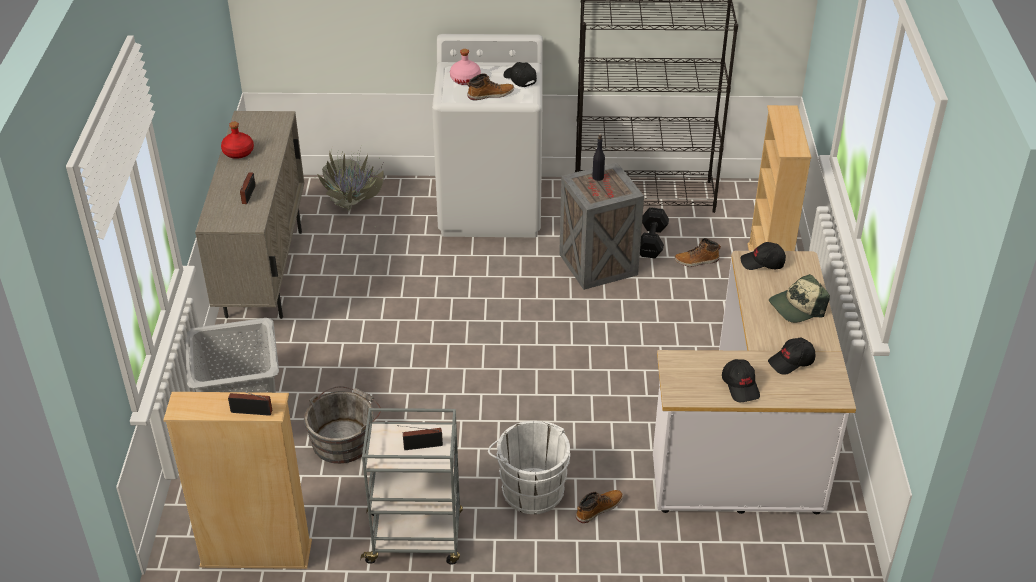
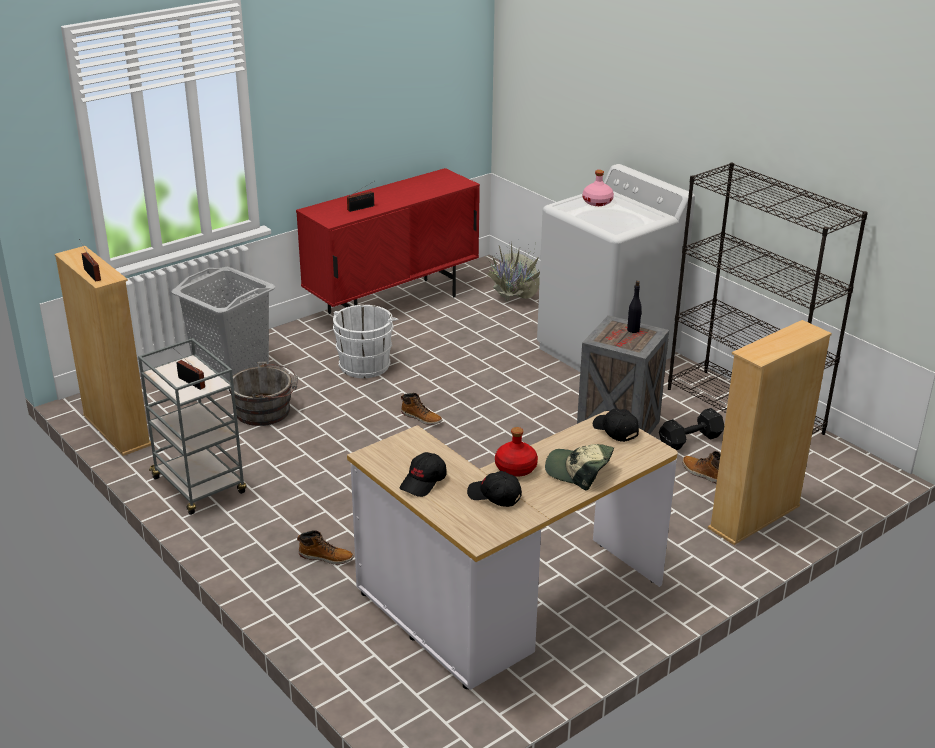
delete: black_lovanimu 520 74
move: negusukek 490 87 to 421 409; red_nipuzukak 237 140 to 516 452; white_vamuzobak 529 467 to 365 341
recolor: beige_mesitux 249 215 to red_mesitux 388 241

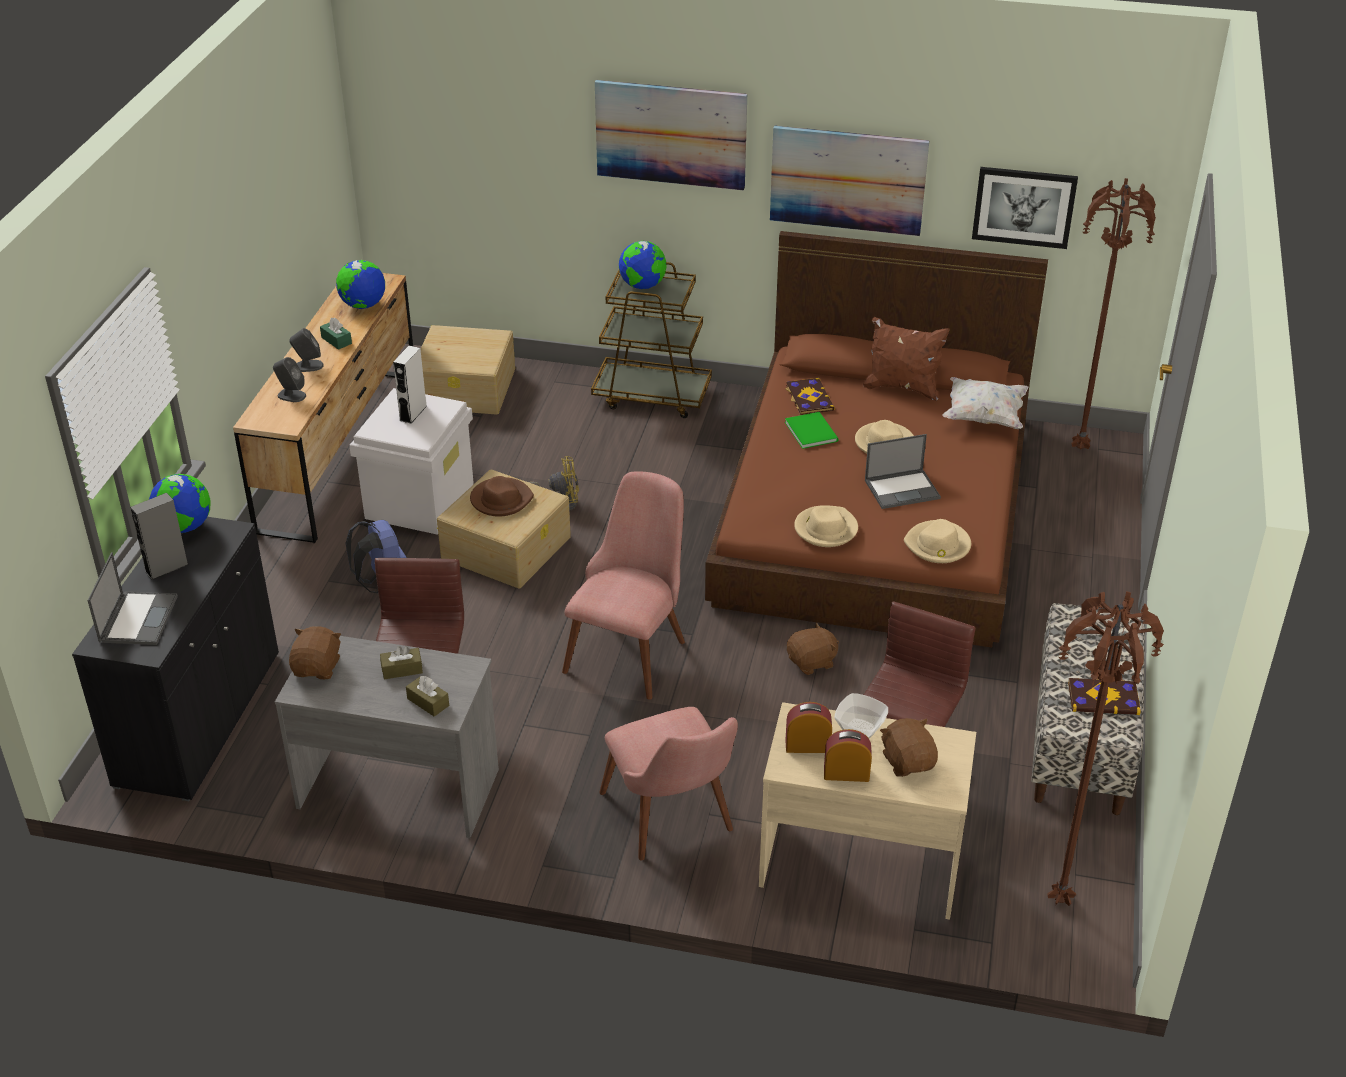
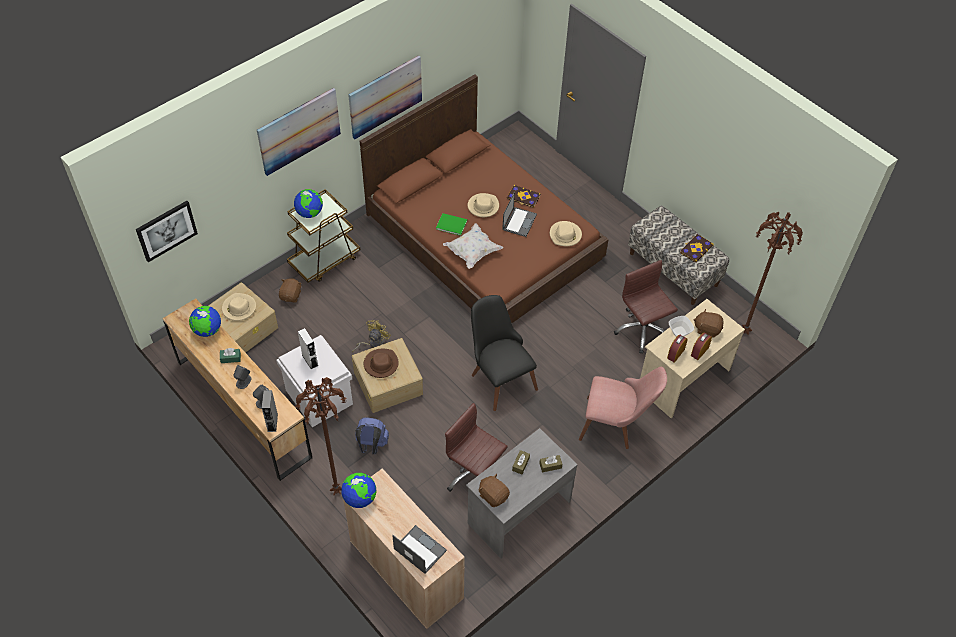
delete: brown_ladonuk 906 359
move: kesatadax 1025 208 to 167 231; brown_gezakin 1113 314 to 320 436; white_ladonuk 985 403 to 473 246; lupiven 810 396 to 524 196; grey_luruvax 159 536 to 270 411; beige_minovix 826 526 to 239 307; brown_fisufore 813 649 to 290 290
recolor: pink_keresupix 623 586 to black_keresupix 504 353; black_mesitux 175 659 to beige_mesitux 404 548

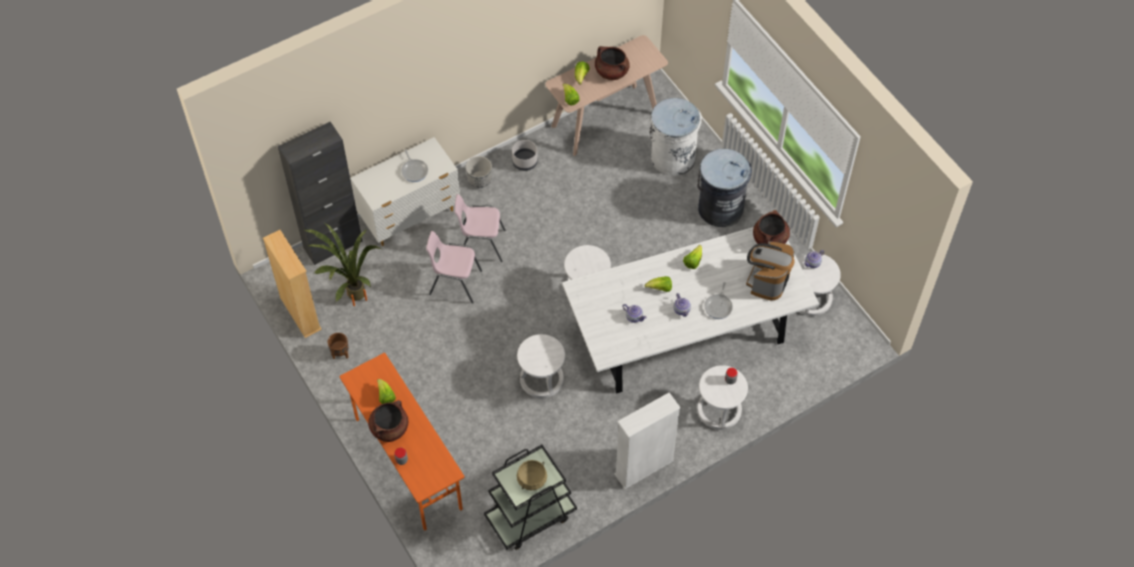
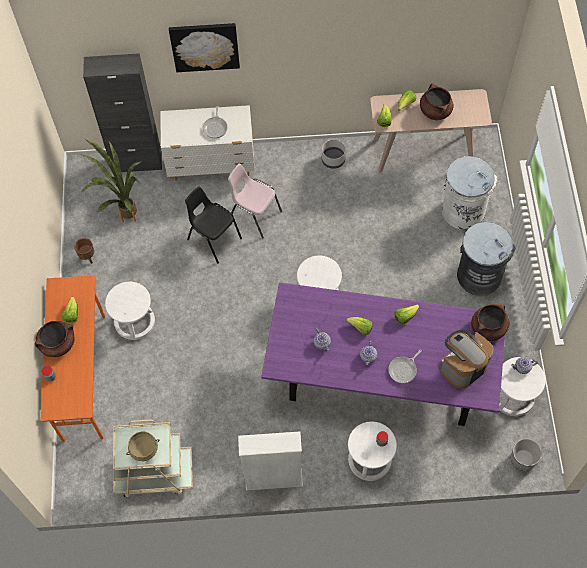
delete: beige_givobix 292 284
insert: kesatadax 204 47
move: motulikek 478 172 to 526 454; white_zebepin 541 366 to 130 311
recolor: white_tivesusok 690 310 to purple_tivesusok 384 354; pink_keresupix 454 267 to black_keresupix 213 225; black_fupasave 530 497 to beige_fupasave 153 459

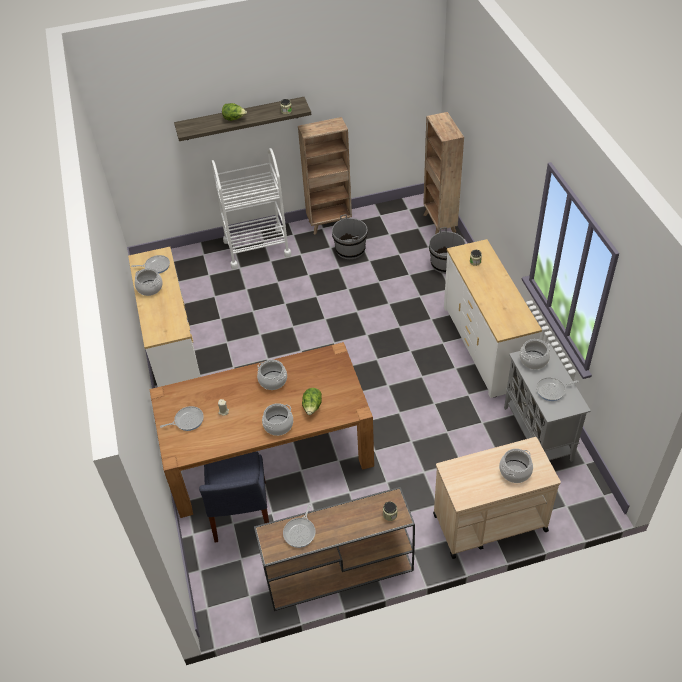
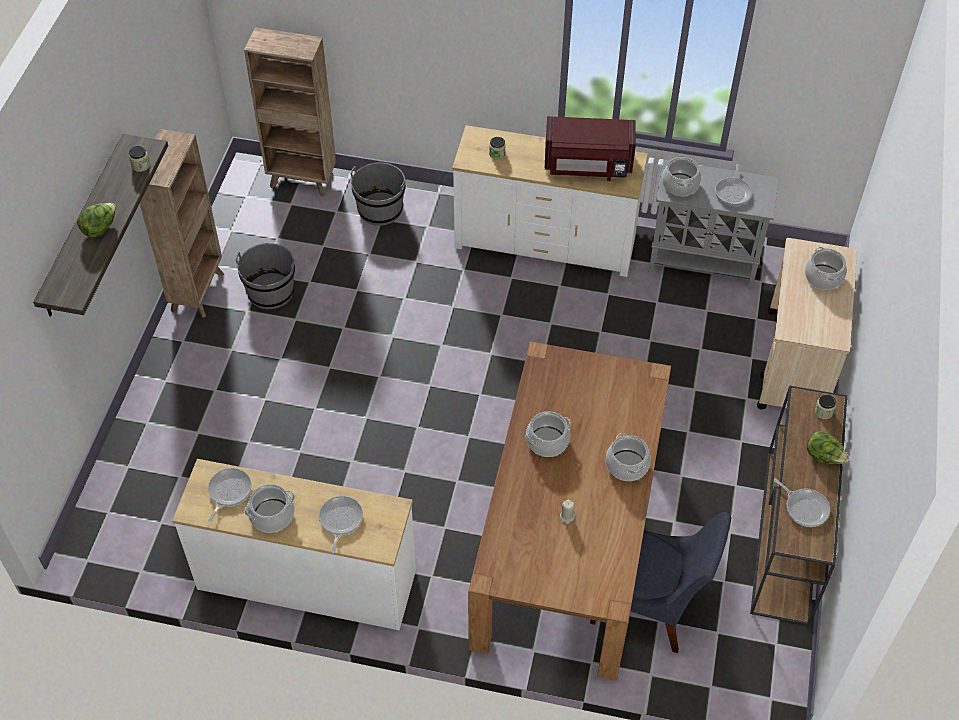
delete: white_fupasave 251 208
insert: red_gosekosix 590 148
move: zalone 312 401 to 828 447; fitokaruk 182 418 to 341 524

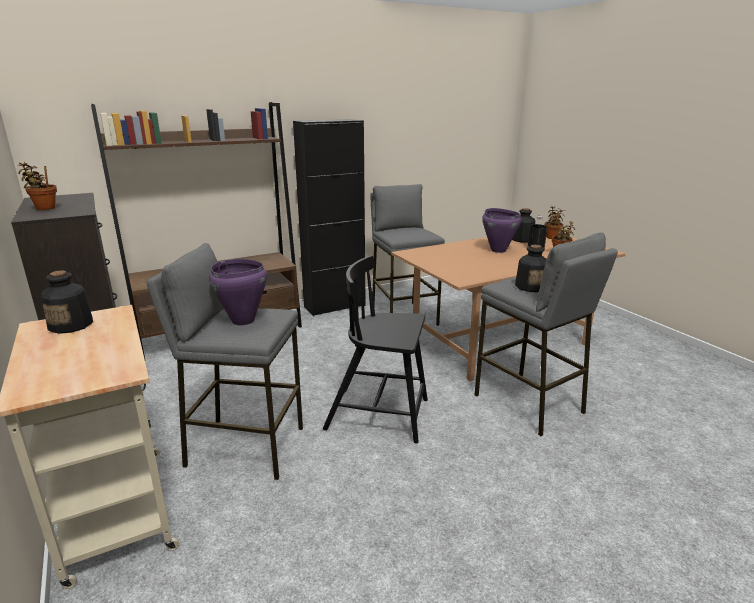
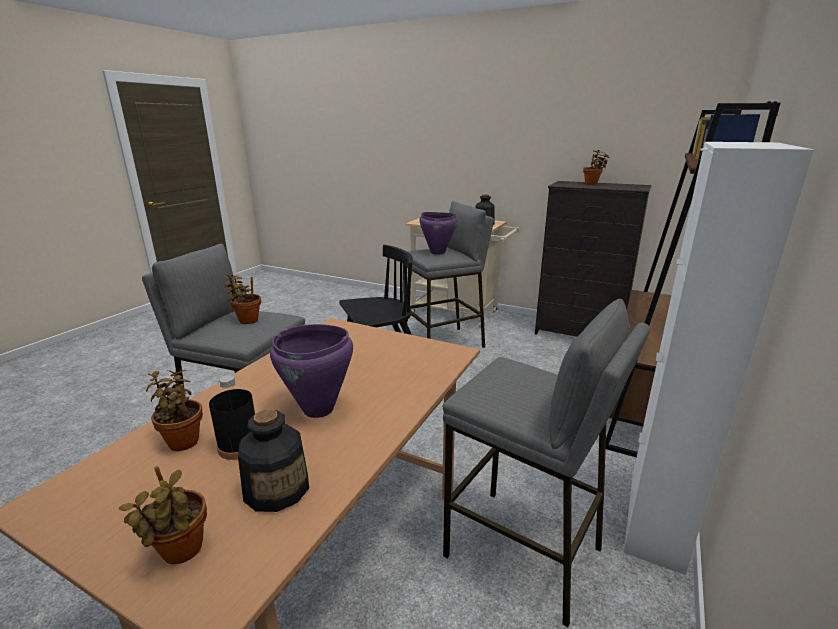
replace: nipuzukak 531 268 to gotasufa 242 298
recolor: black_mesitux 329 217 to white_mesitux 719 358

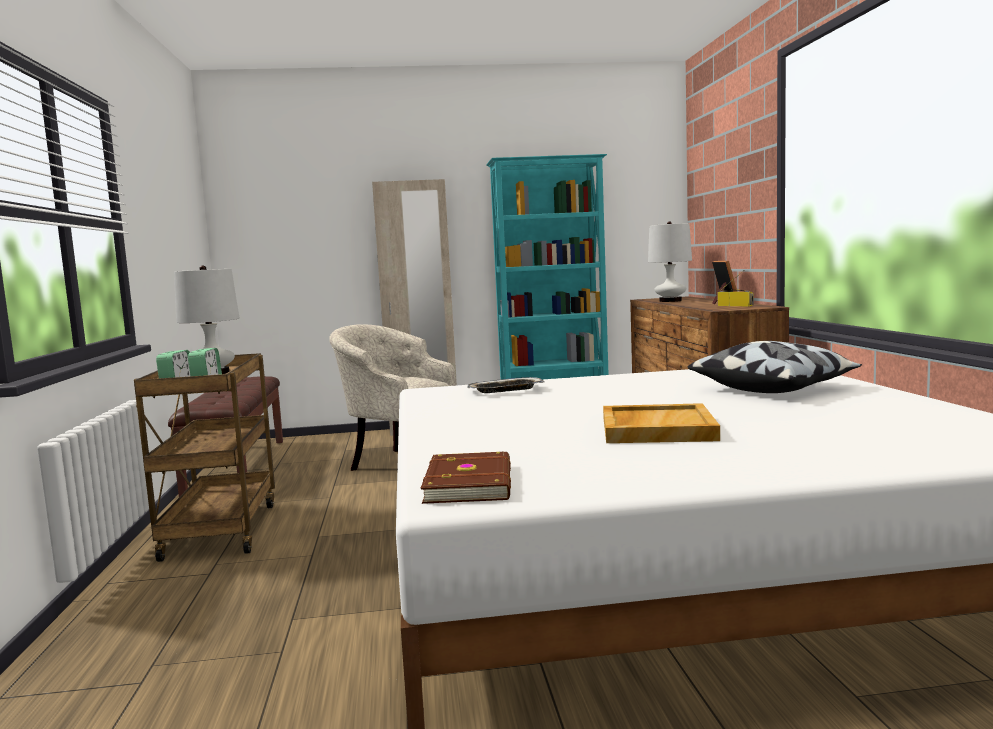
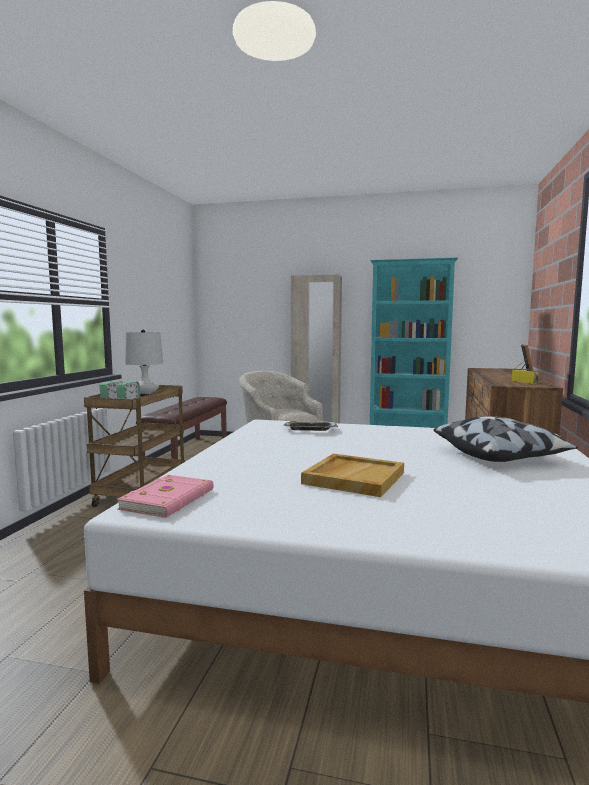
delete: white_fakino 670 261
recolor: brown_lupiven 466 478 to pink_lupiven 165 496

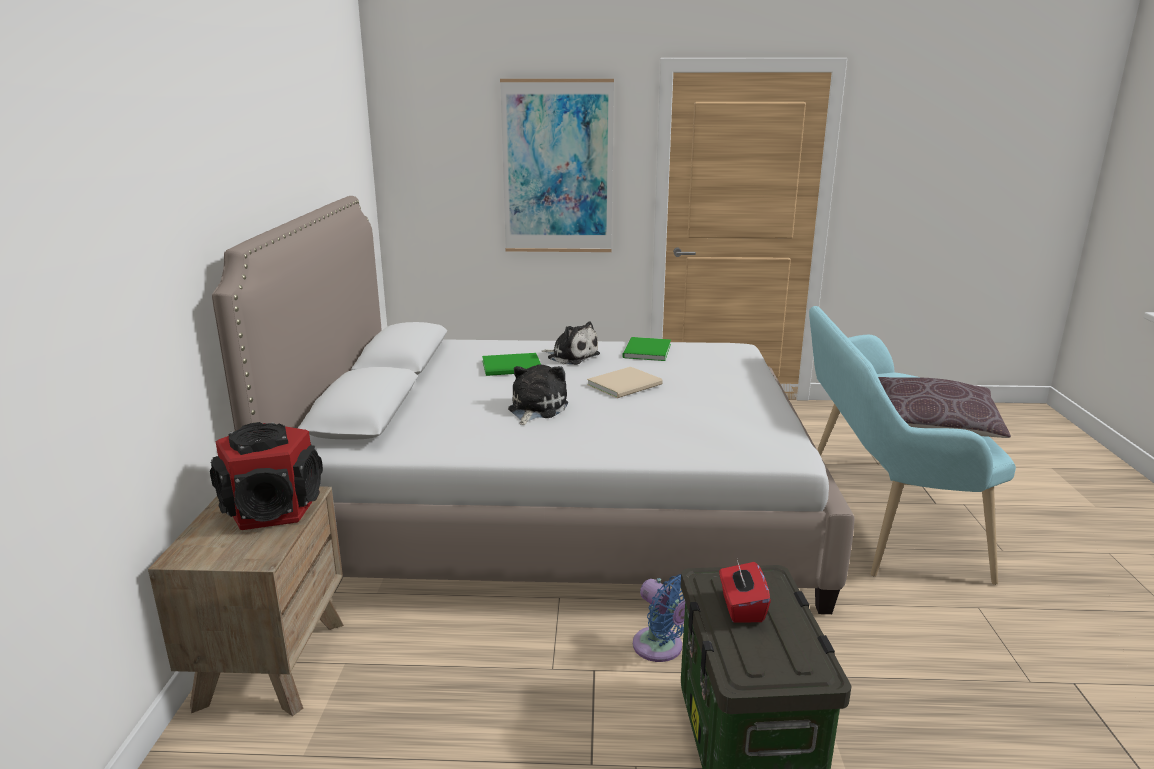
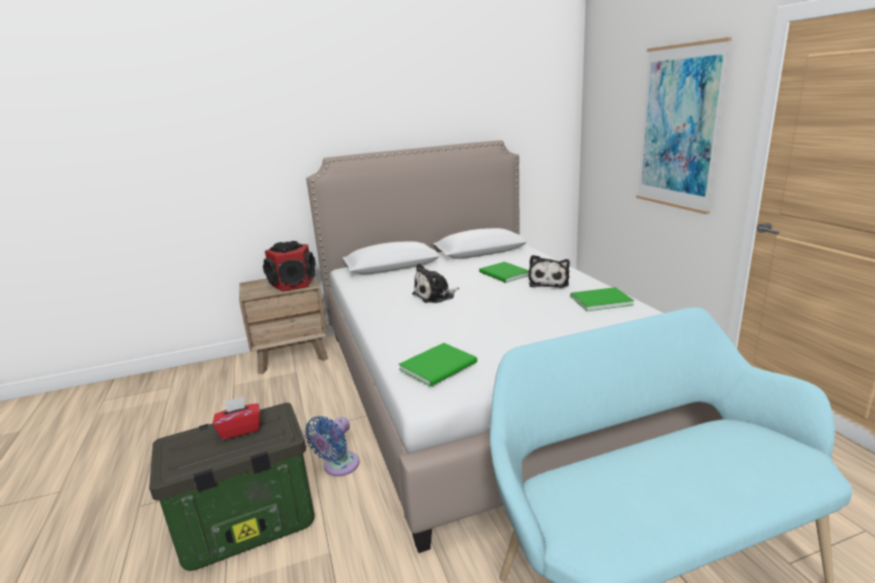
delete: beige_lupiven 625 382; brown_ladonuk 944 407
insert: green_lupiven 438 365
rotate: fisufore 538 394 = 435 283 150 degrees clockwise

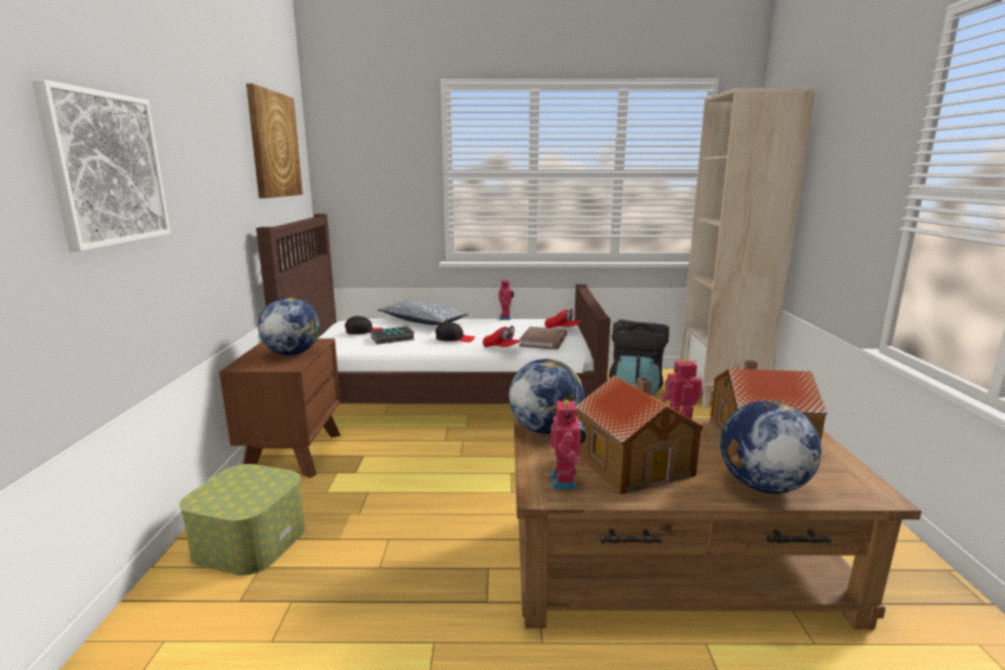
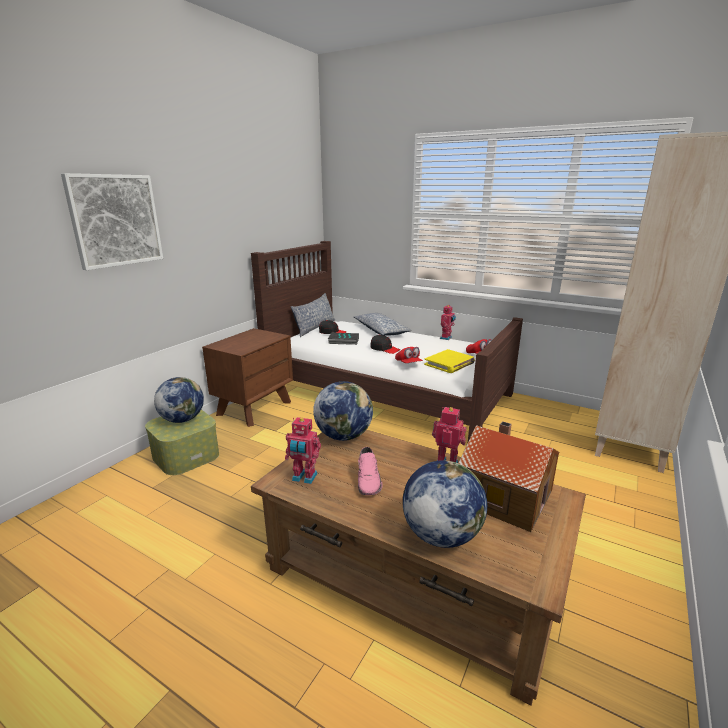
delete: kesatadax 274 140; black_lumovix 639 357
insert: ladonuk 313 315
move: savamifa 289 326 to 179 400
replace: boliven 640 434 to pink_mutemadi 370 471
recolor: brown_lupiven 543 338 to yellow_lupiven 449 361
rotate: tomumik 568 443 = 303 450 75 degrees clockwise

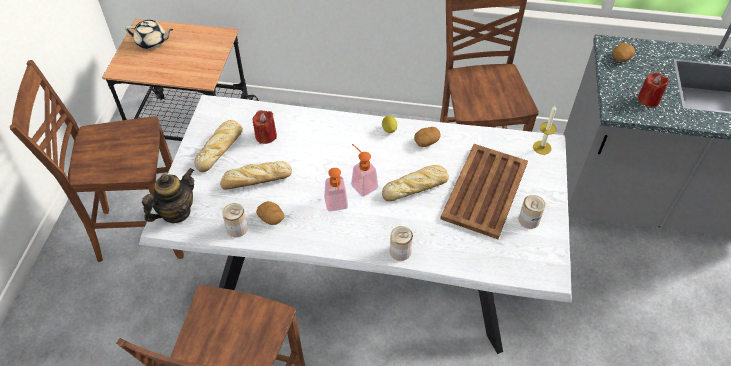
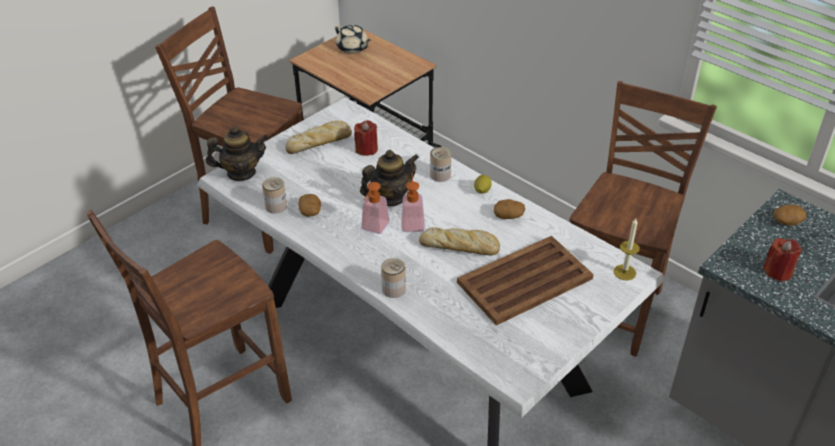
delete: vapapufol 256 175
insert: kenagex 389 178
move: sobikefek 532 212 to 440 164

